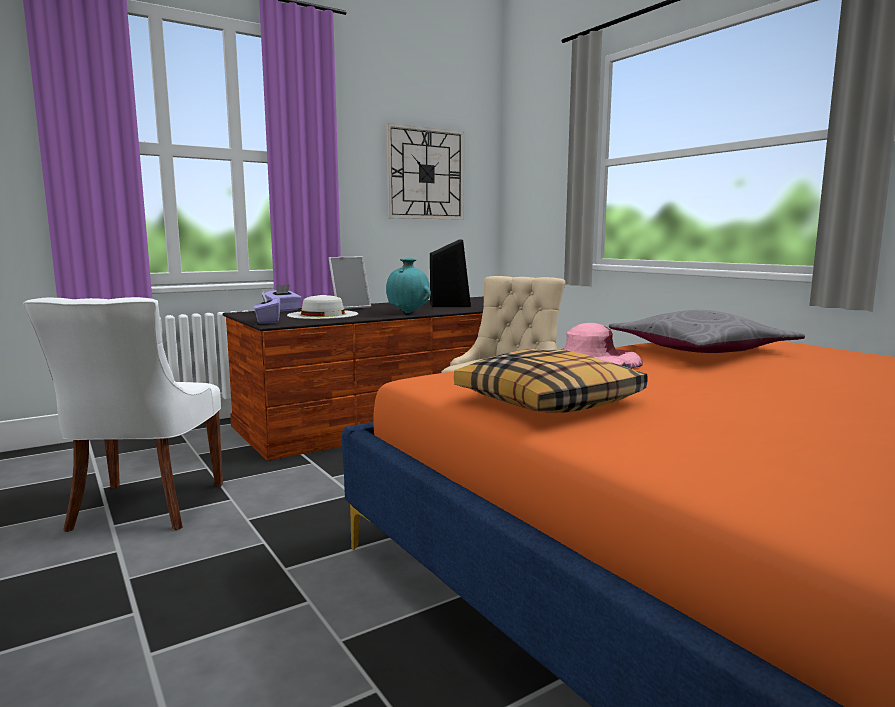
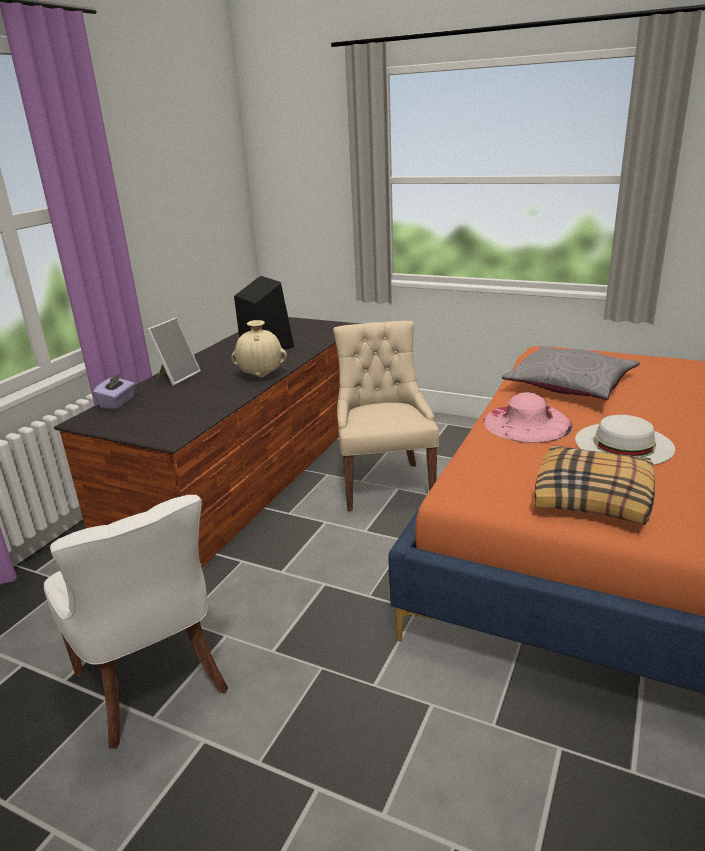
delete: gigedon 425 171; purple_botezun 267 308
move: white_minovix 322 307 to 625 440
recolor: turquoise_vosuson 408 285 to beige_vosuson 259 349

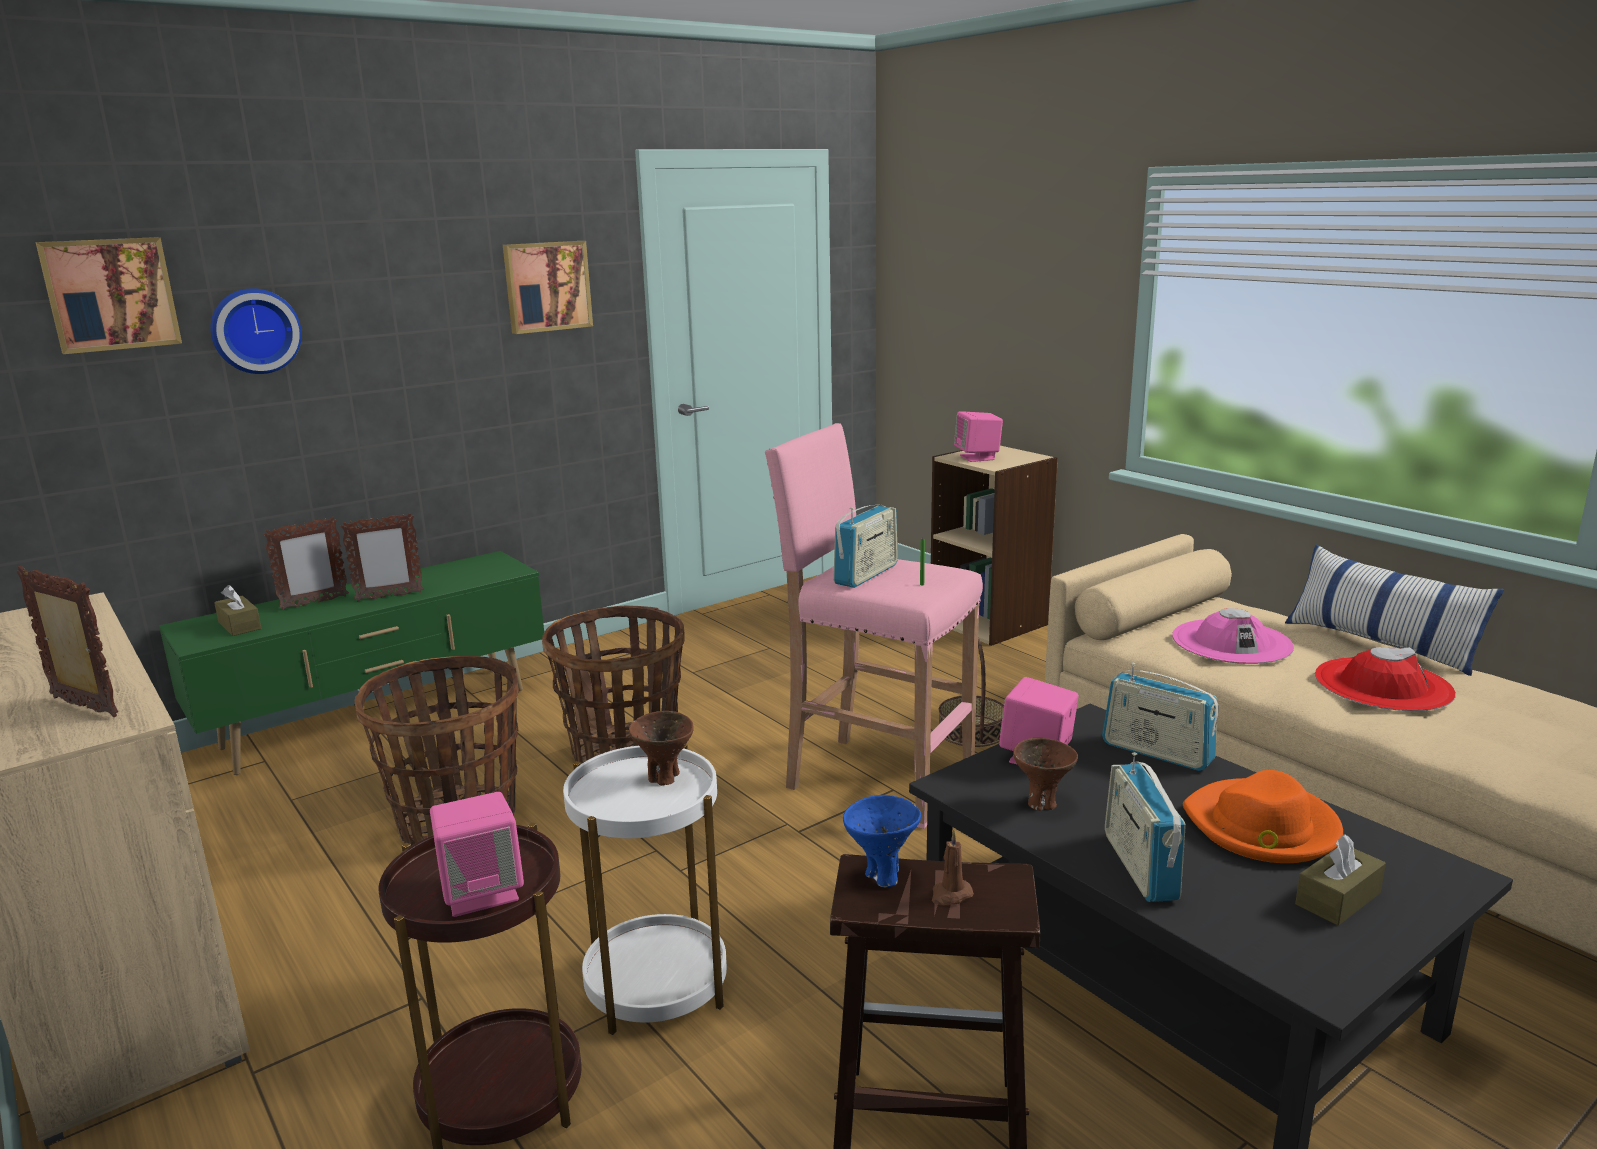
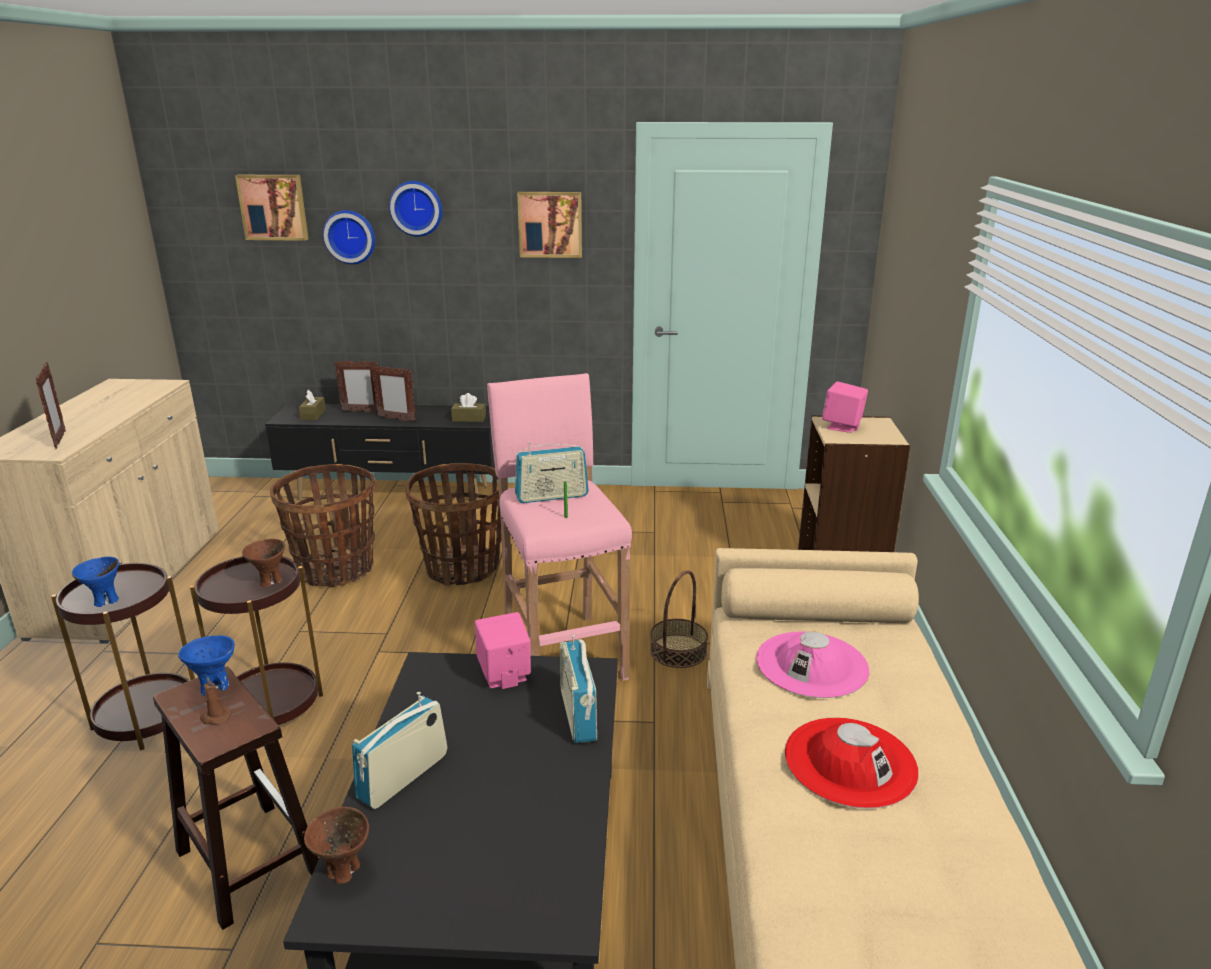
delete: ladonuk 1394 610; orange_minovix 1263 816
insert: gigedon 415 209
move: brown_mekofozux 1045 774 to 336 845; brown_botezun 1340 879 to 468 407
replace: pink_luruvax 477 854 to blue_mekofozux 96 582
recolor: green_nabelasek 351 663 to black_nabelasek 380 451; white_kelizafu 645 889 to brown_kelizafu 256 640

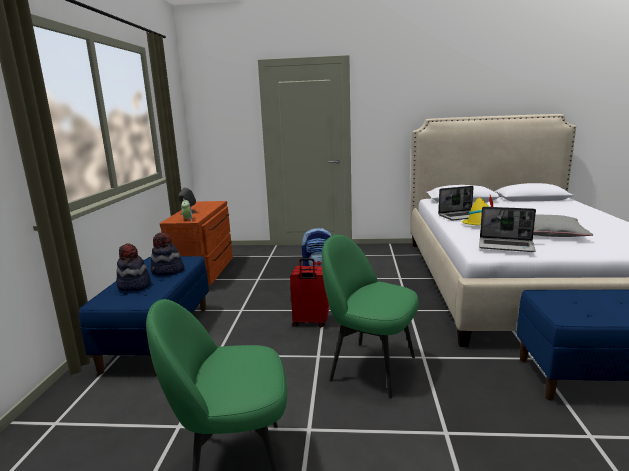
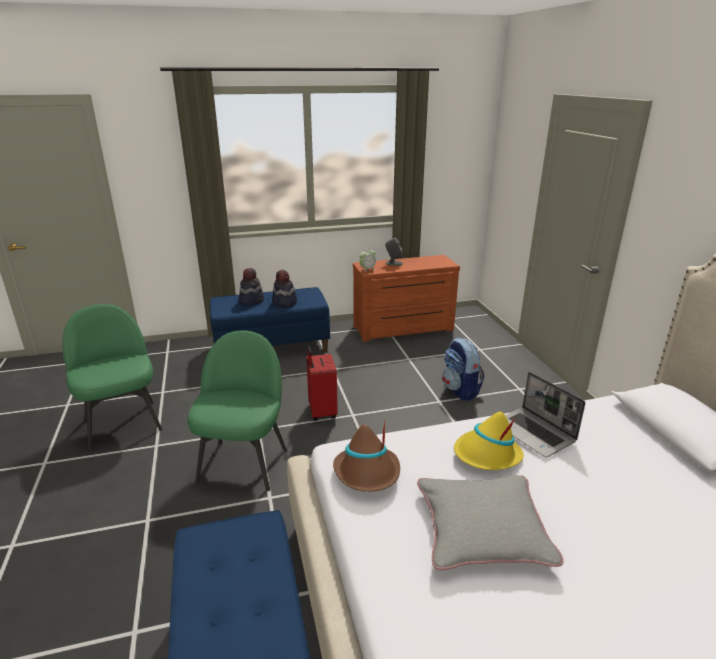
replace: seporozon 507 229 to brown_minovix 366 457

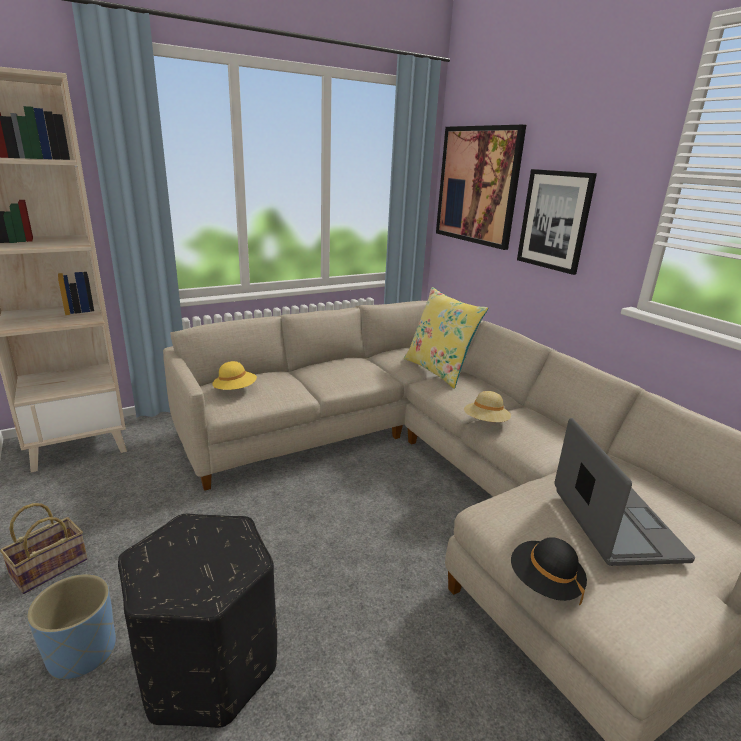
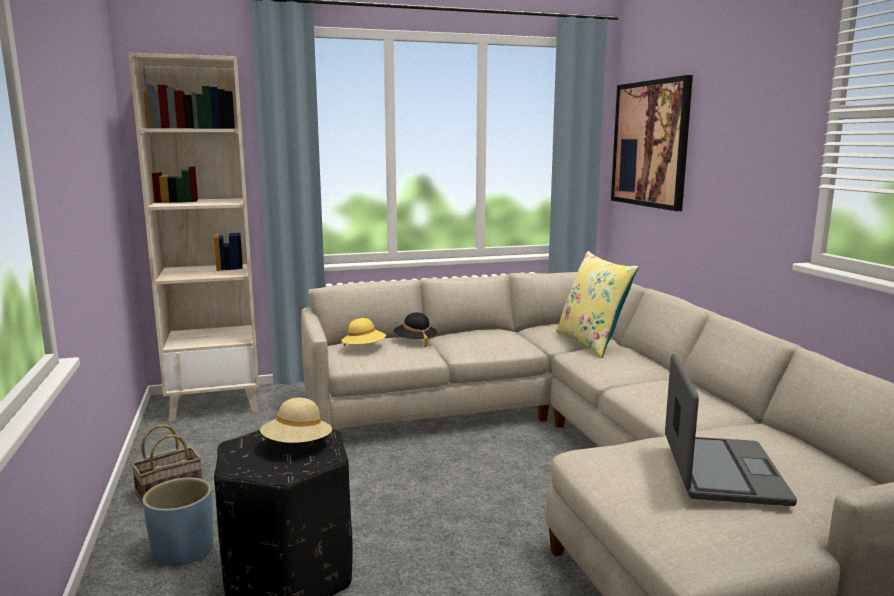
delete: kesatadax 557 222
move: beige_minovix 487 406 to 296 420; black_minovix 549 571 to 415 329

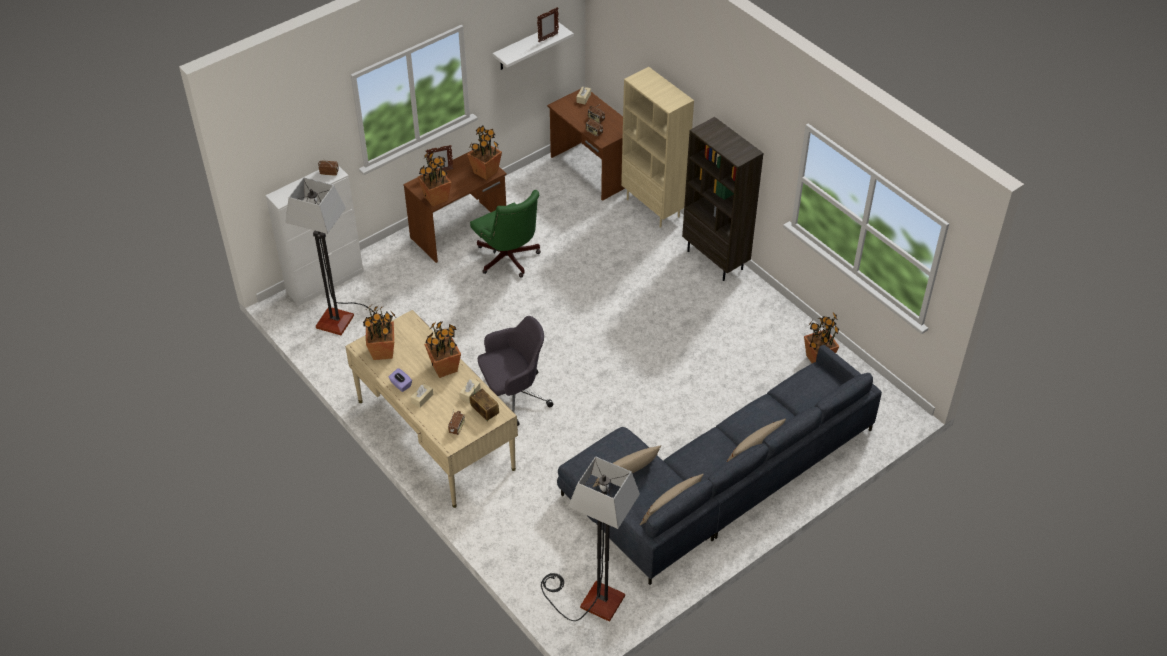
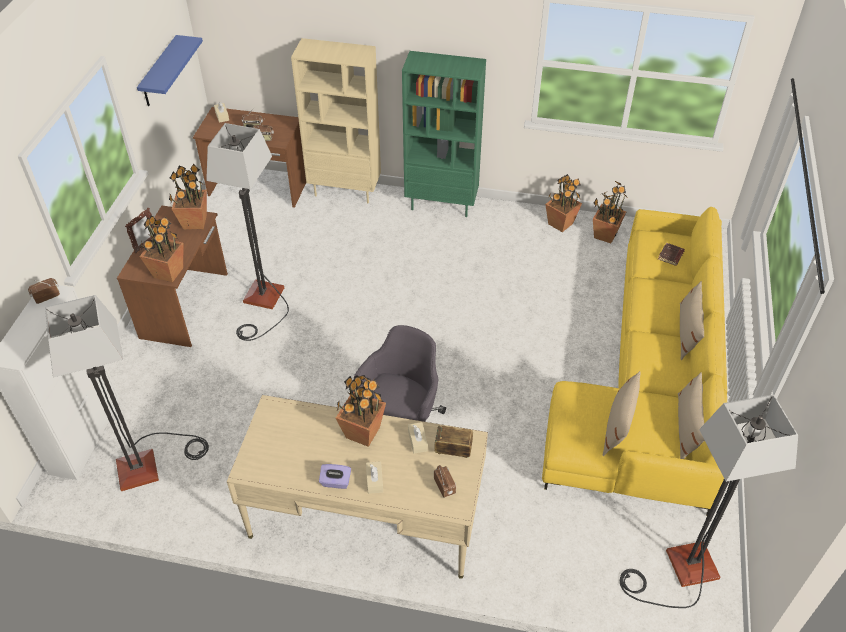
delete: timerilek 548 25
insert: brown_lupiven 671 254
move: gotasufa 379 332 to 563 203
replace: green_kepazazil 505 233 to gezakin 247 232
recolor: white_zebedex 533 46 to blue_zebedex 170 70; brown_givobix 722 199 to green_givobix 444 134; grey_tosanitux 719 465 to yellow_tosanitux 634 361

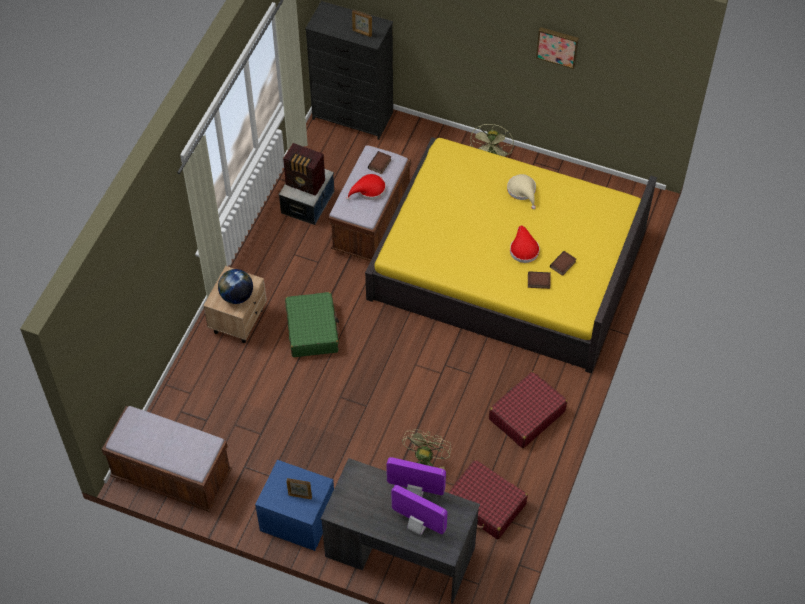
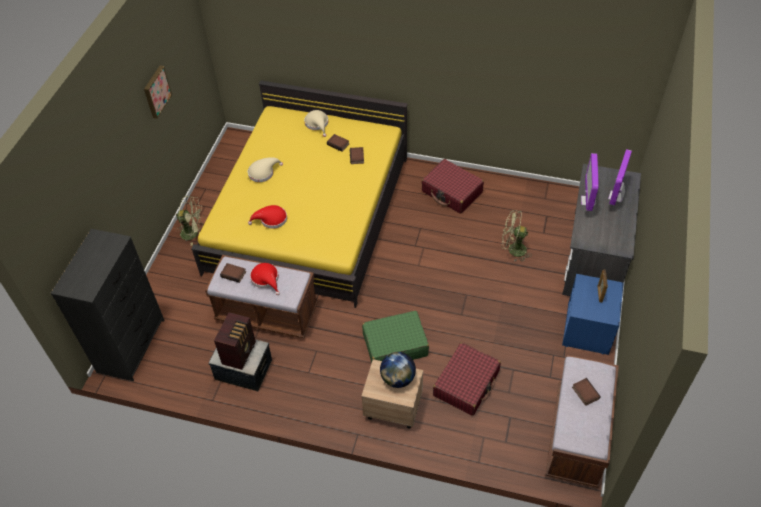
delete: timerilek 362 23
insert: beige_minovix 316 123; lupiven 586 392
move: red_minovix 525 244 to 267 217; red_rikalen 488 499 to 467 379

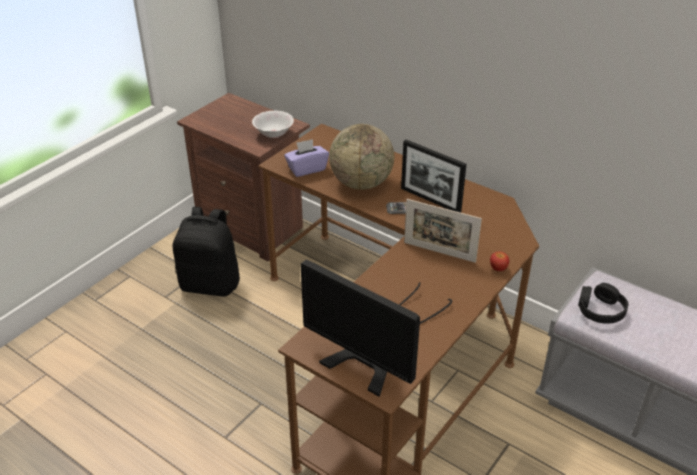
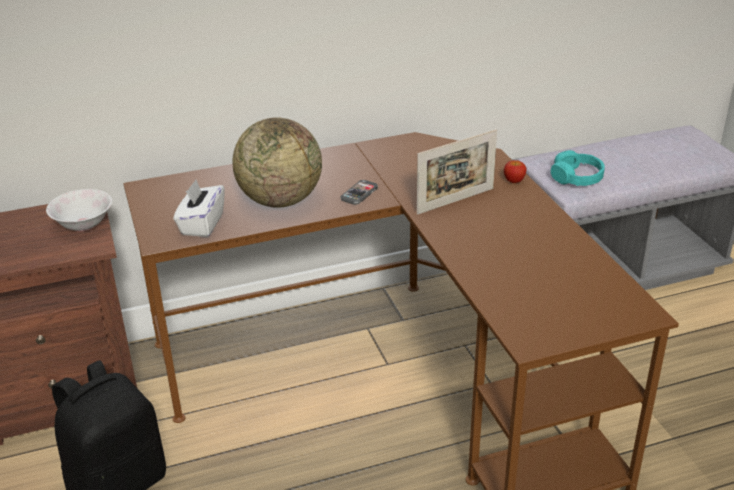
delete: timerilek 434 176; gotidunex 376 328
recolor: purple_botezun 306 158 to white_botezun 199 208; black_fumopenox 603 303 to turquoise_fumopenox 578 168

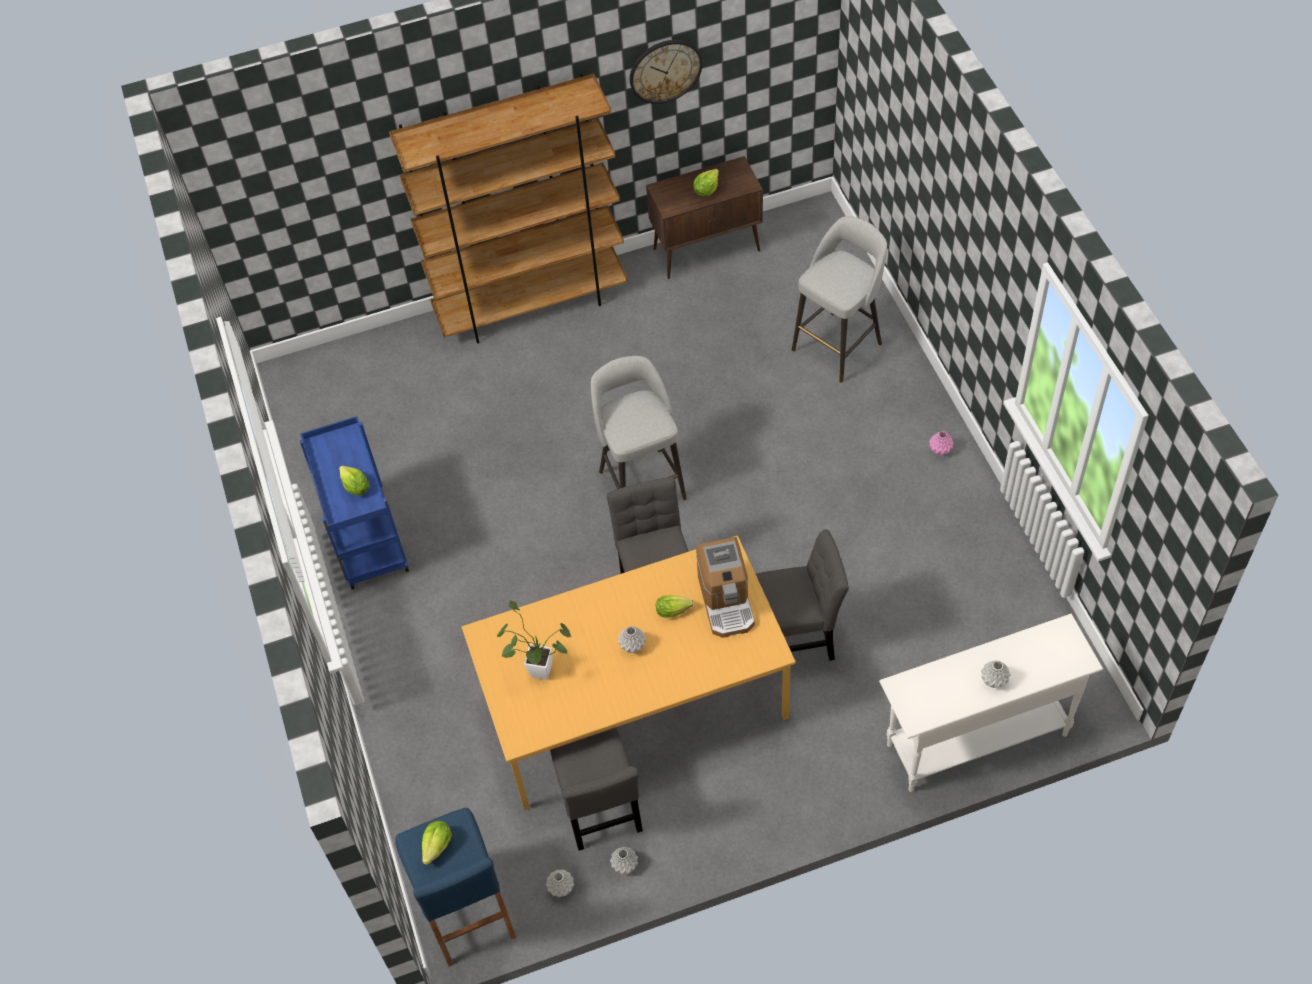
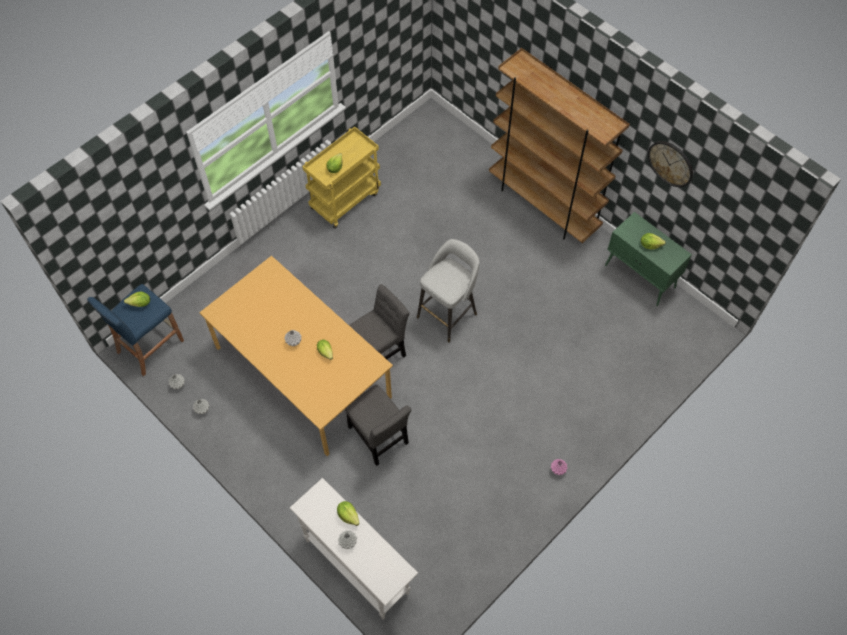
delete: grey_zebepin 839 299; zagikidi 725 587; gotasufa 534 640; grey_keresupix 596 789
insert: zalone 348 513
recolor: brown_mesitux 704 217 to green_mesitux 648 259; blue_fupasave 354 503 to yellow_fupasave 341 177

